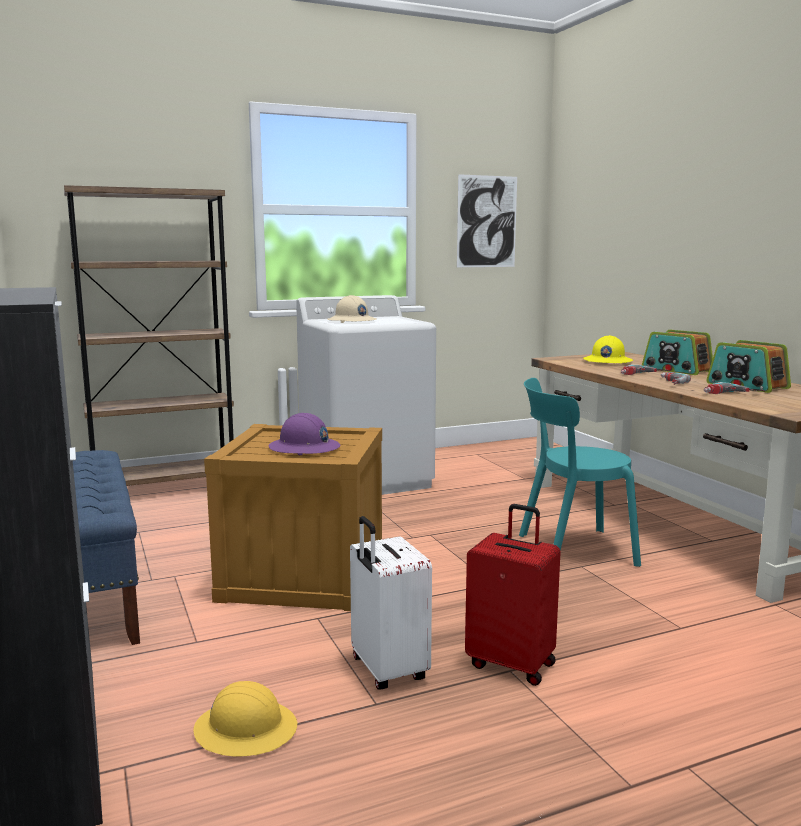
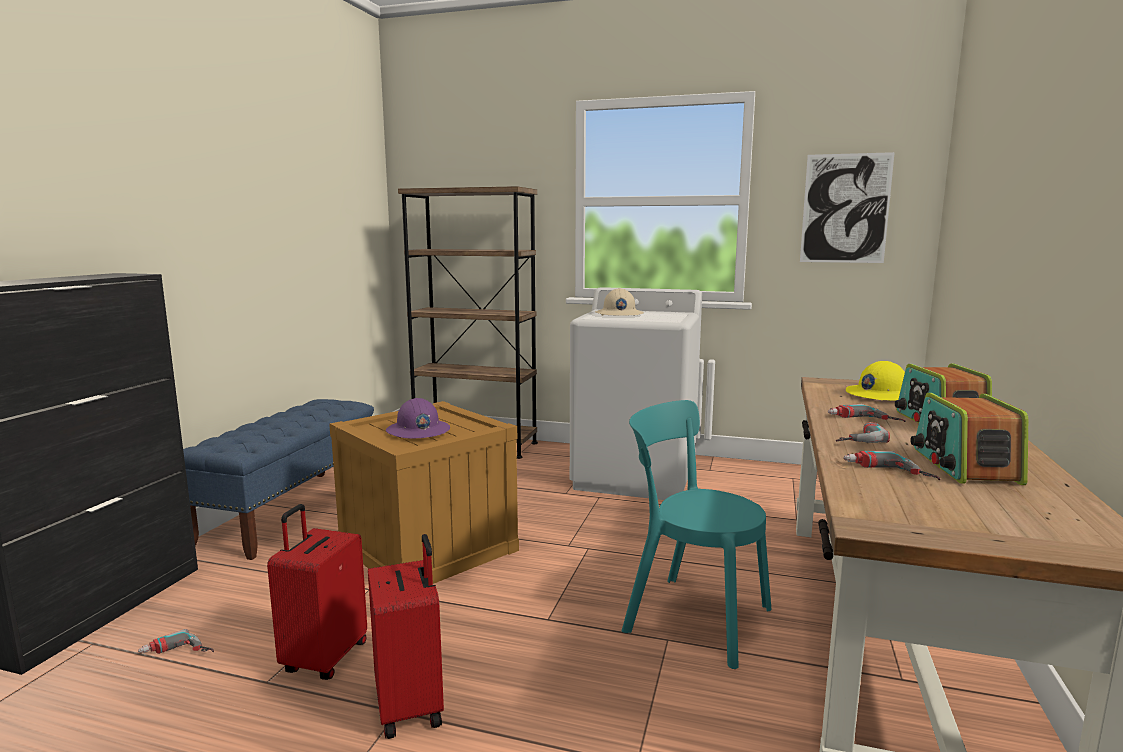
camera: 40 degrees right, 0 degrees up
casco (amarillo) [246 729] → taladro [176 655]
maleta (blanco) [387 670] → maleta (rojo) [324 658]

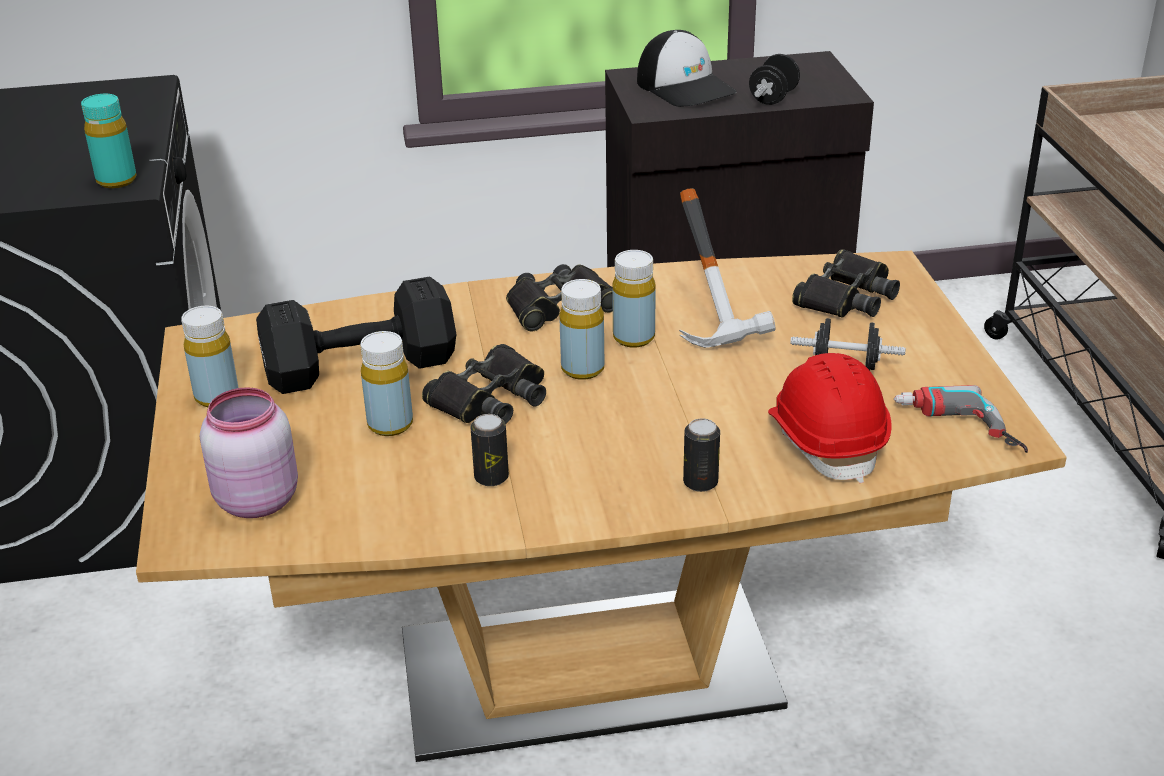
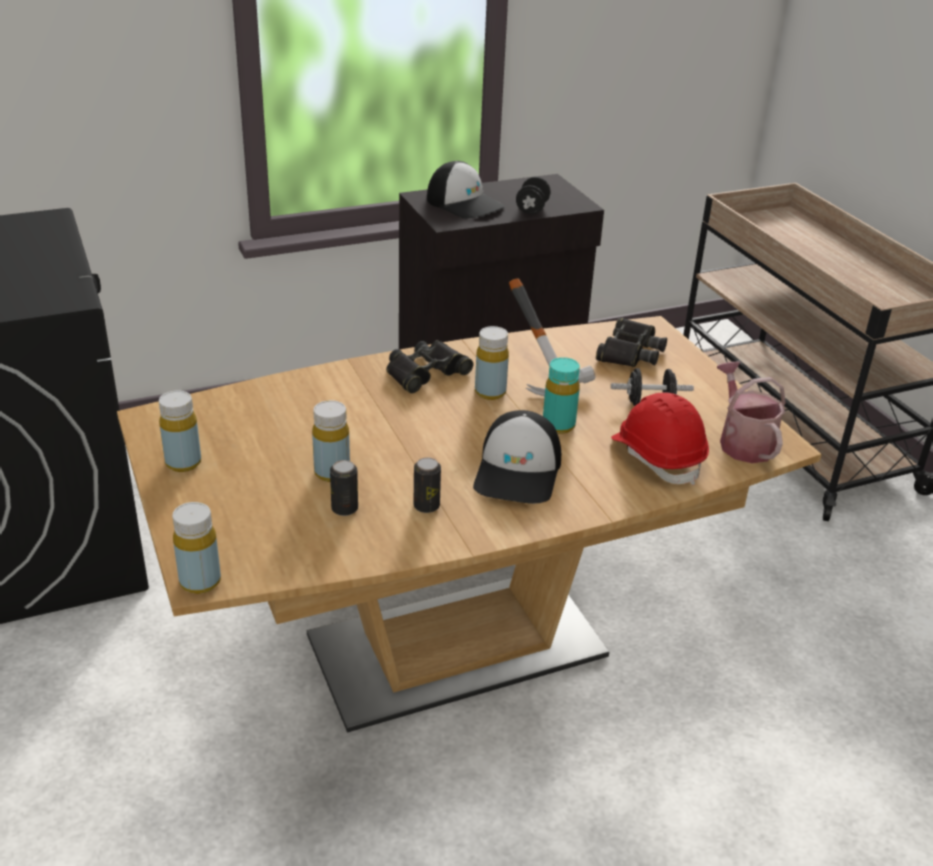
camera: 15 degrees left, 0 degrees up
botella (amarillo) [582 369] → botella (amarillo) [200 582], shifted
lata [700 482] → lata [344 509], shifted
- → gorra [518 472]
botella (turquesa) [116 180] → botella (turquesa) [558 425], shifted
taladro [957 430] → regadera [743 442]
tarro (rosa) [255 500] → -
mancuerna (negro) [356 367] → -
prismáticos (negro) [490 398] → -

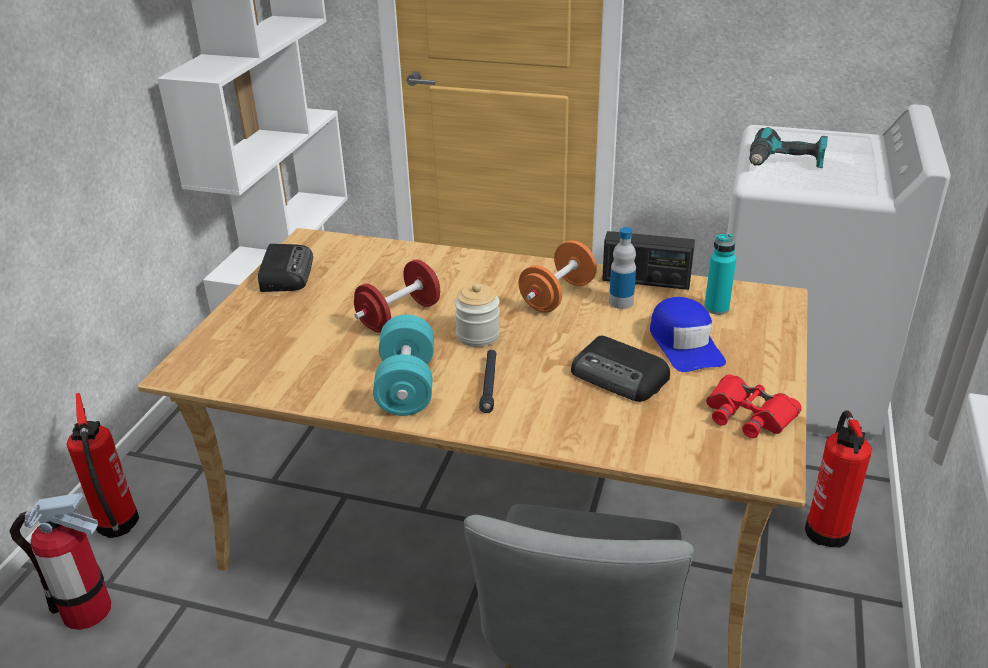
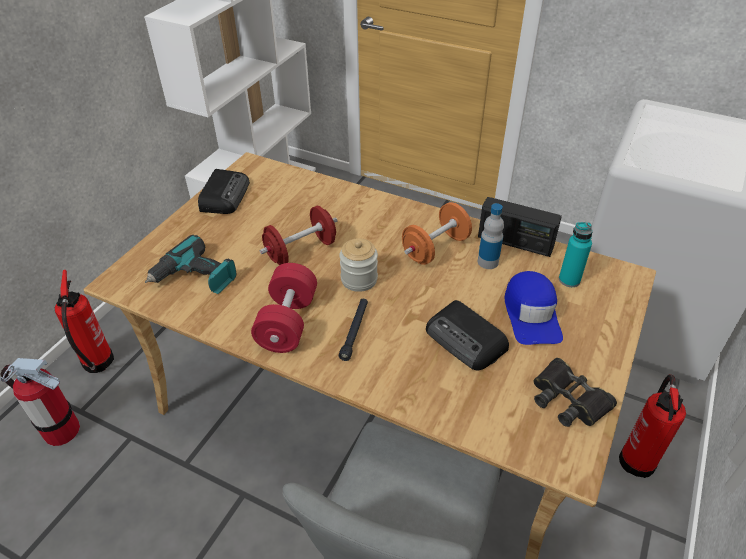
camera: 10 degrees right, 10 degrees up
taladro [785 163] → taladro [195 278], shifted
mancuerna (turquesa) [407 386] → mancuerna (rojo) [287 322]
prismáticos (rojo) [748 414] → prismáticos (negro) [568 399]

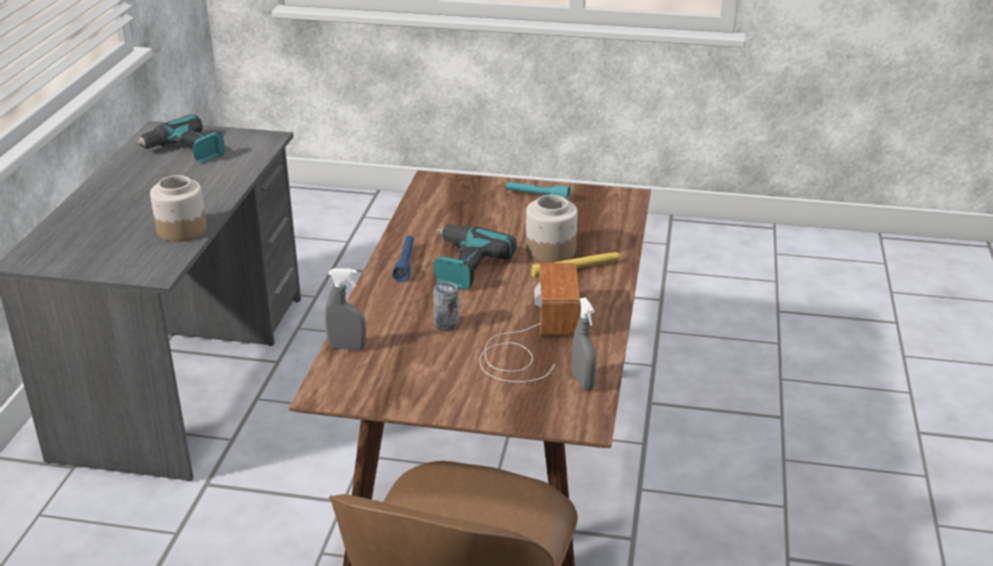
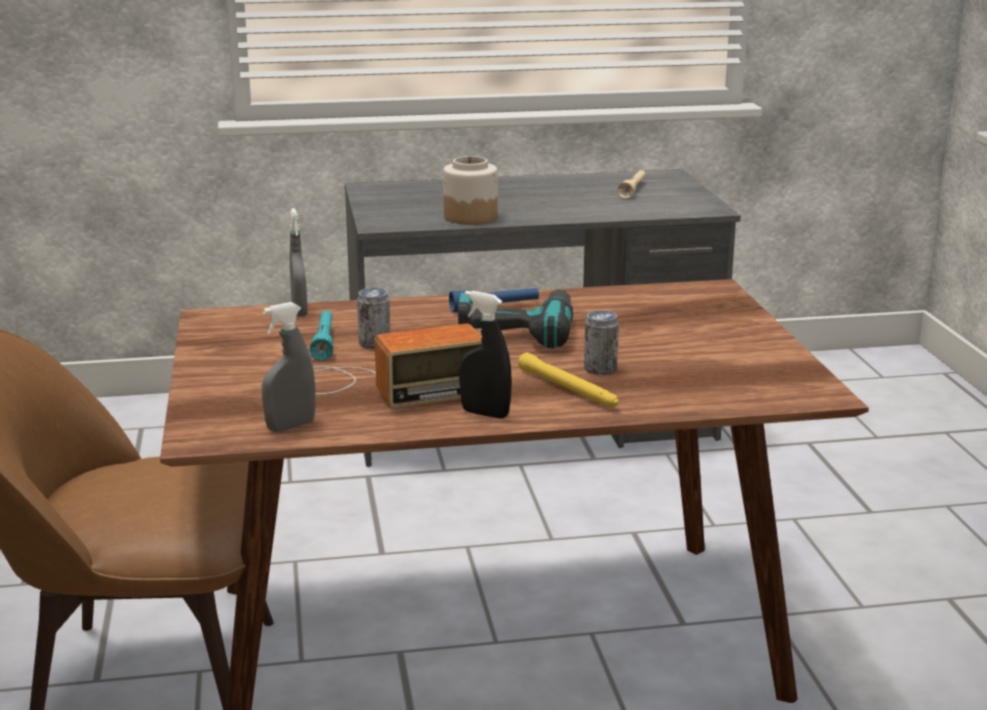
camera: 70 degrees right, 10 degrees down
linterna (turquesa) [537 196] → linterna (turquesa) [324 342], shifted
- → pulverizador (negro) [485 413]
tarro [550 251] → lata [600 369]
taladro [185 151] → linterna (beis) [633 190]

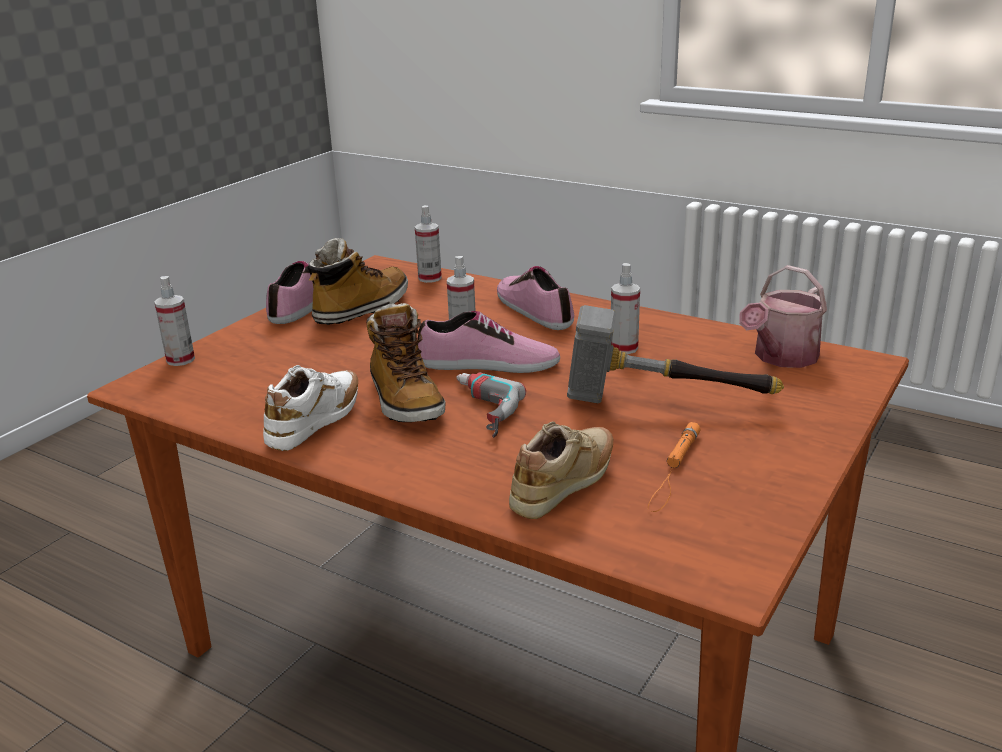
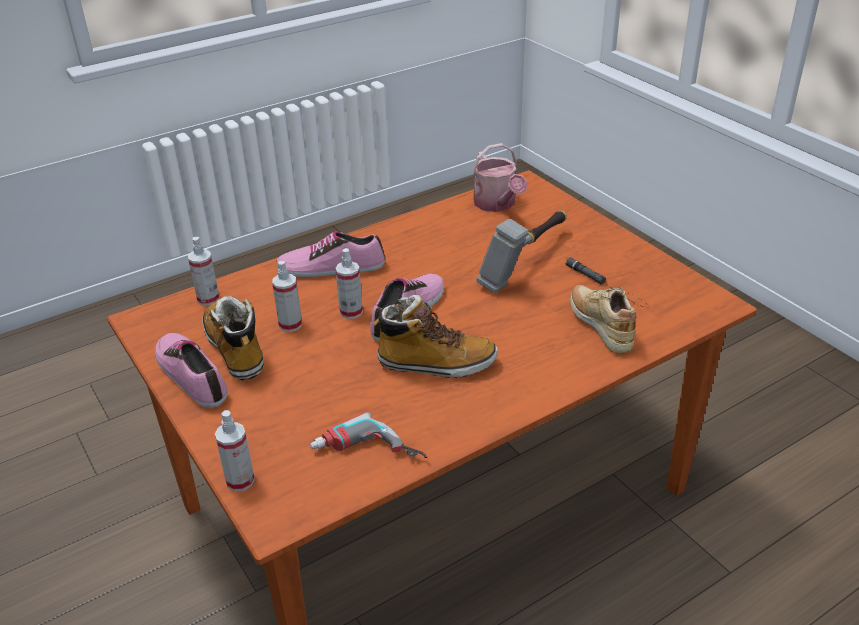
camera: 65 degrees left, 10 degrees up
pulverizador [624 348] → pulverizador [290 324], shifted
taladro [477 412] → taladro [367 455], shifted
linterna (naranja) [674 471] → linterna (negro) [605 285]
zapato (blanco) [317 423] → -

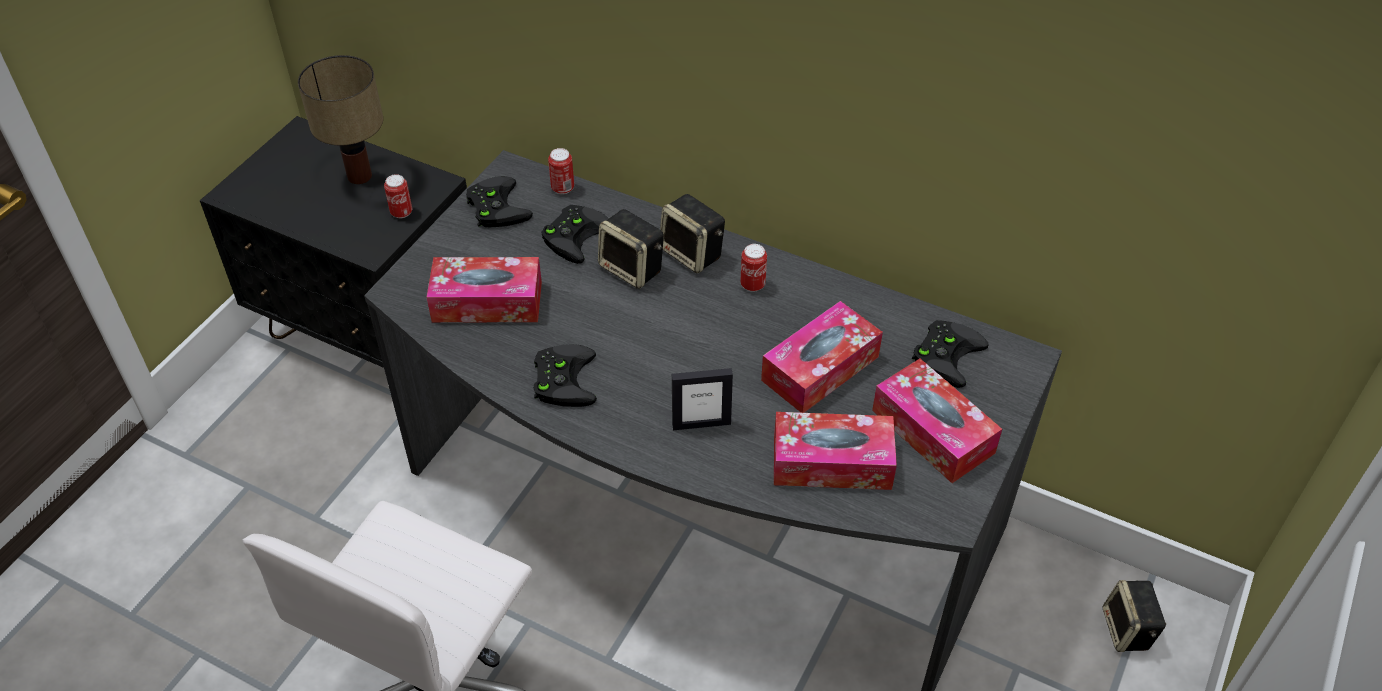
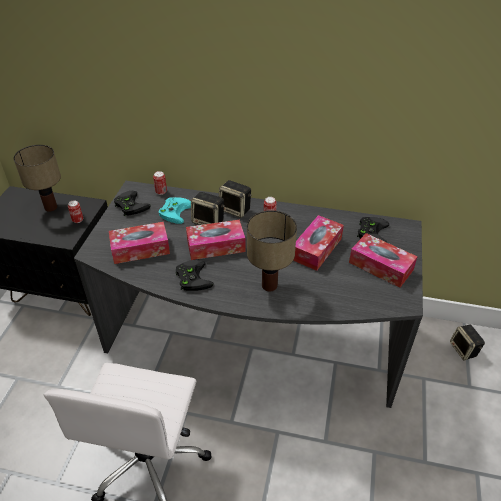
camera: 15 degrees left, 5 degrees down
mando de consola (negro) [575 234] → mando de consola (turquesa) [175 211]
caja de pañuelos [832 462] → caja de pañuelos [216 246], shifted
portarretratos [701 423] → lámpara de mesa [270 285]

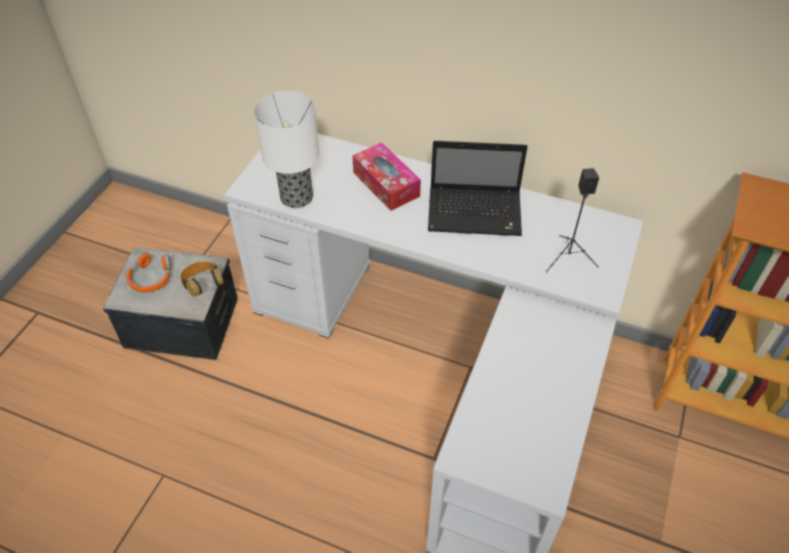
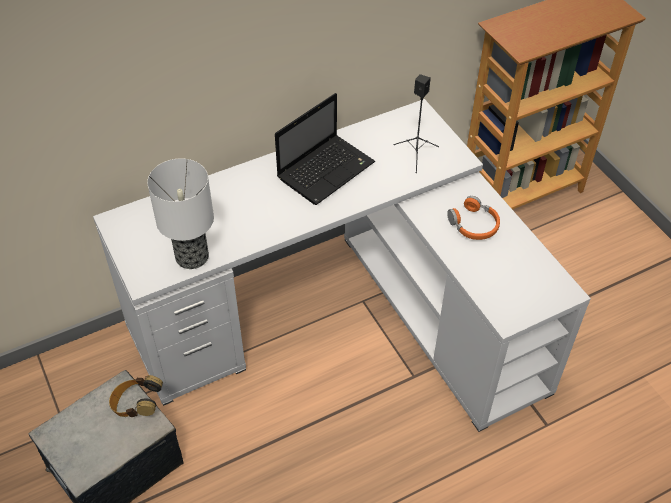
camera: 50 degrees left, 0 degrees up
auriculares (naranja) [151 277] → auriculares (naranja) [474 225], shifted
caja de pañuelos [386 184] → -

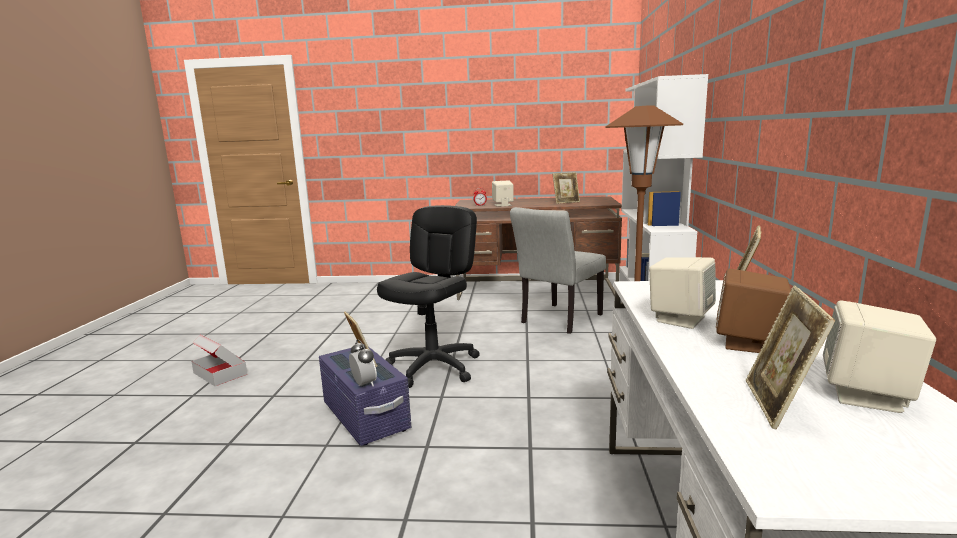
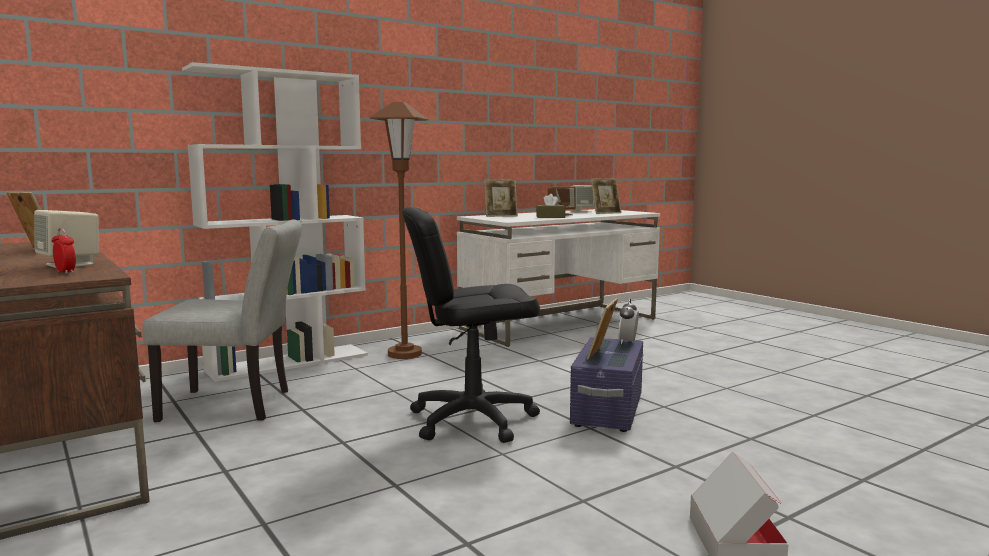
camera: 130 degrees left, 5 degrees down
altavoz (beis) [680 319] → caja de pañuelos (marrón) [550 217]

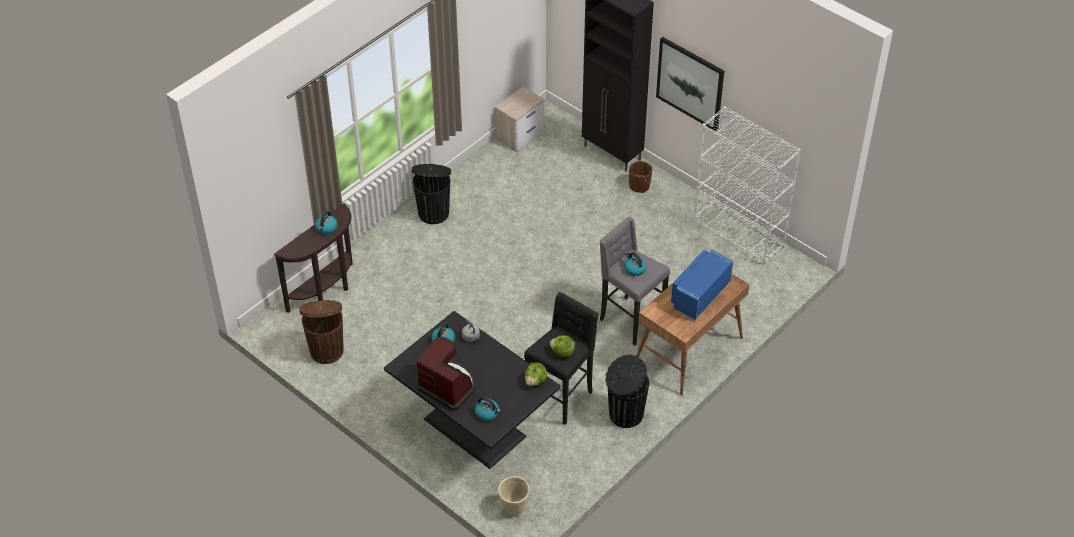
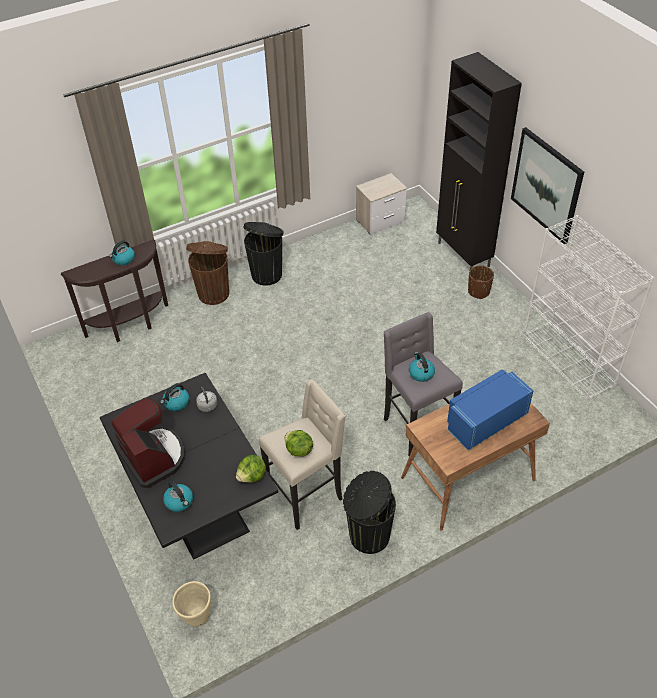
camera: 20 degrees right, 0 degrees up
papelera (marrón) [326 350] → papelera (marrón) [214 293], shifted
taburete (negro) [561 397] → taburete (beis) [307 495]

